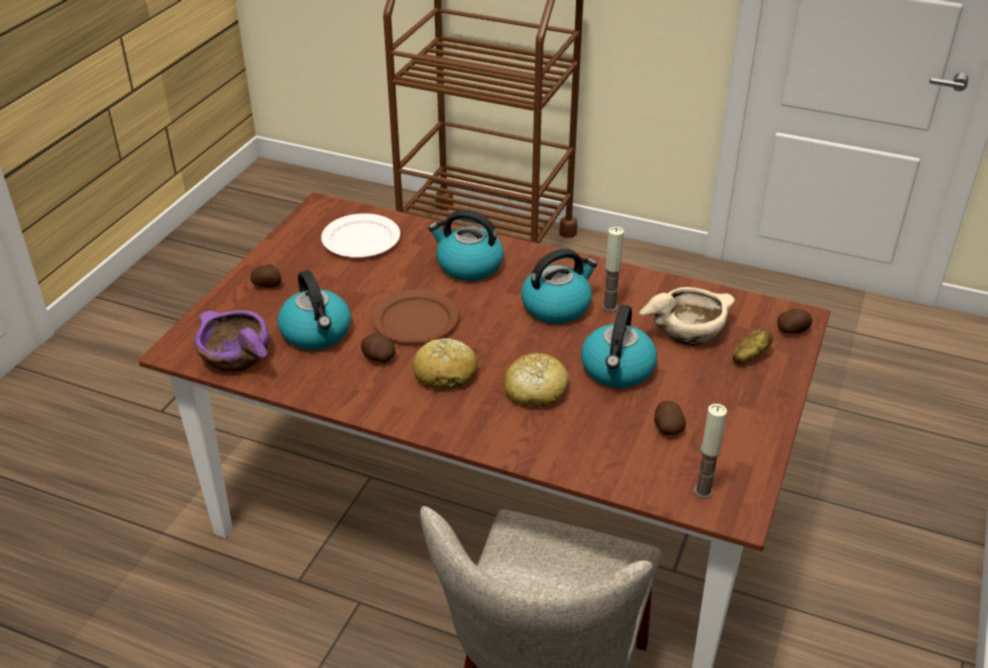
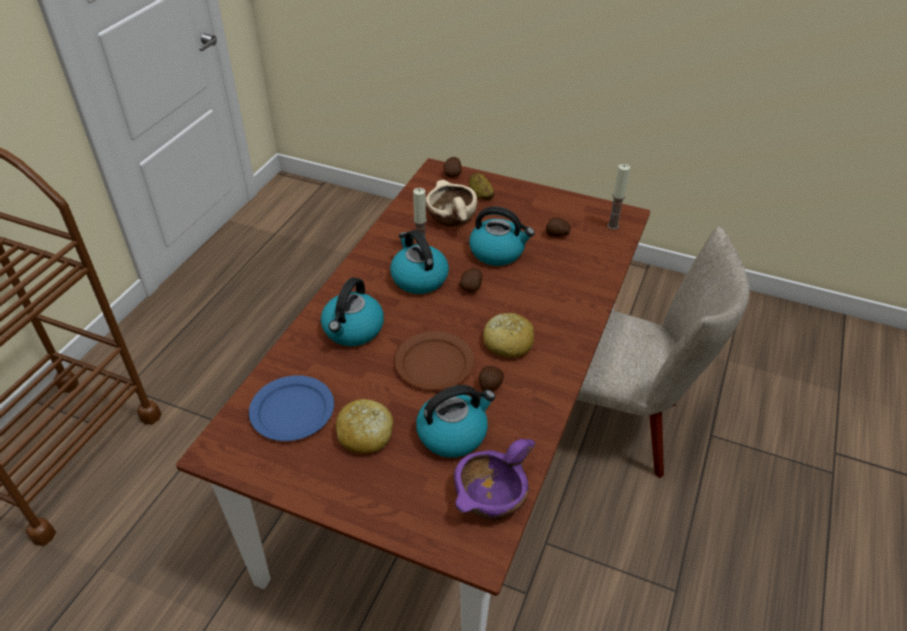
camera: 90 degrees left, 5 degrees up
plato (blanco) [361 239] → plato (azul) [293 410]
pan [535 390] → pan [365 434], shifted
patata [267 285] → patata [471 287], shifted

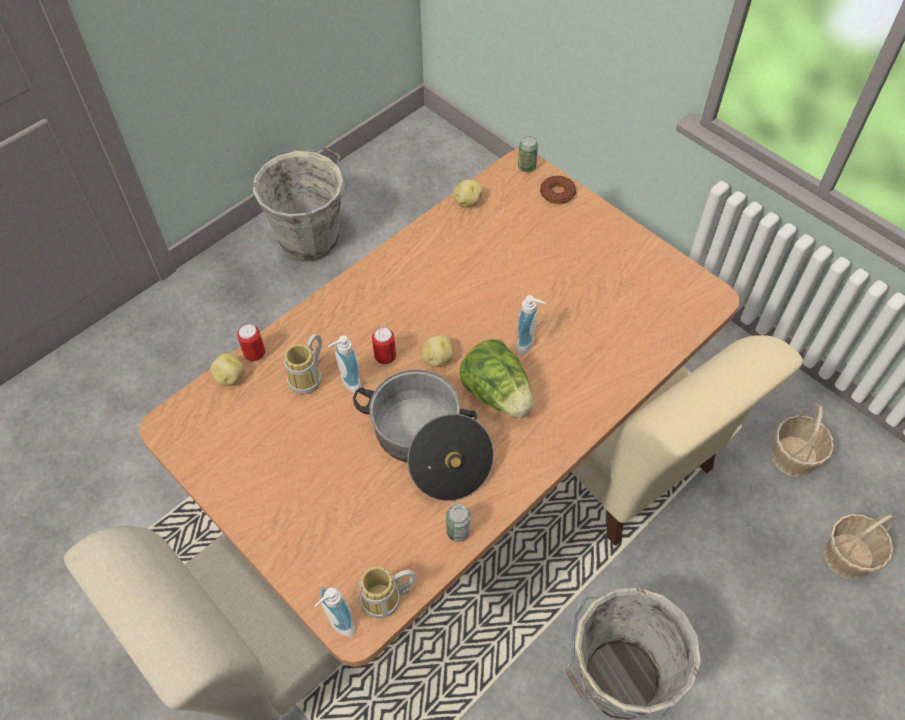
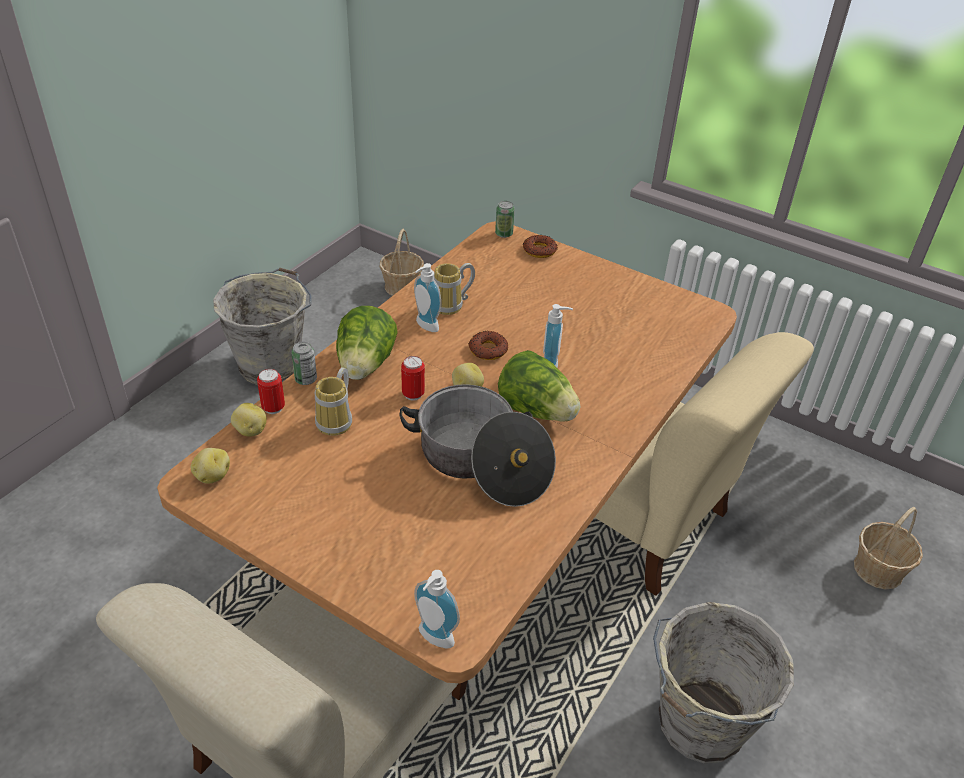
camera: 15 degrees left, 15 degrees down
patata [467 201] → patata [212 476], shifted
lata [458 531] → lata [306 379], shifted
- → lechuga [365 365]
cesta [794 456] → cesta [402 286], shifted
dispensador de jabón [347 384] → dispensador de jabón [424 326], shifted
taza grande [387 600] → taza grande [452 306], shifted
- → rosquilla [488 350]

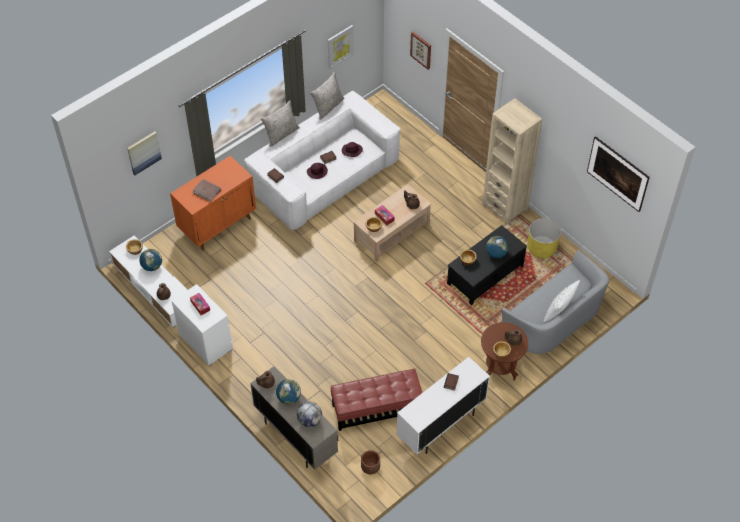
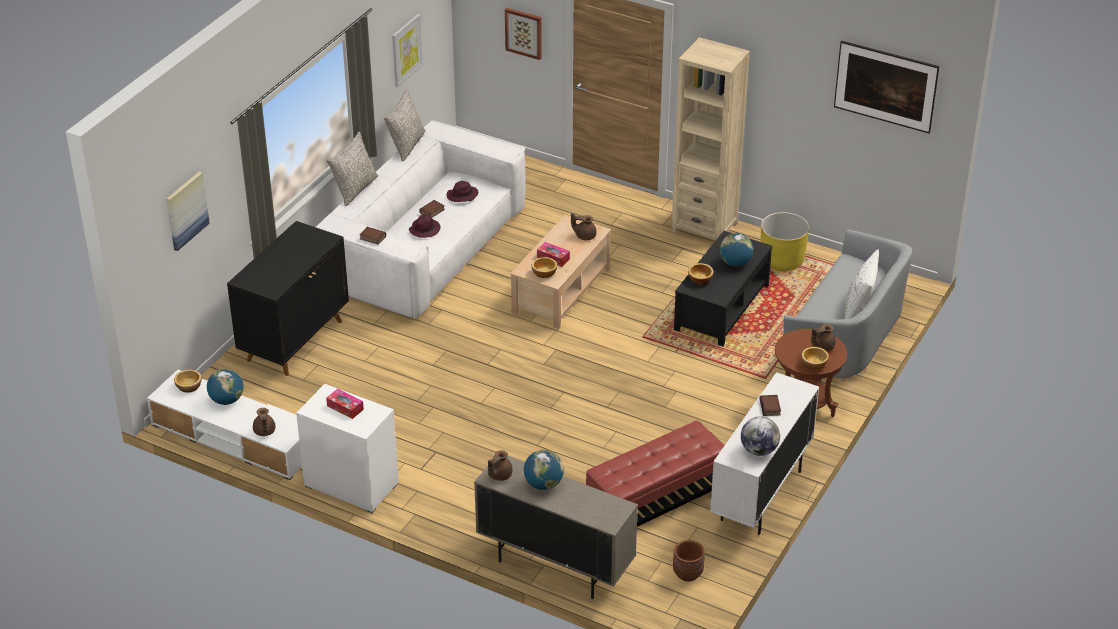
camera: 20 degrees left, 15 degrees down
armario (naranja) [218 225] → armario (negro) [295 340]
globo terráqueo [310 420] → globo terráqueo [759 450], shifted
libro (marrón) [207 191] → -

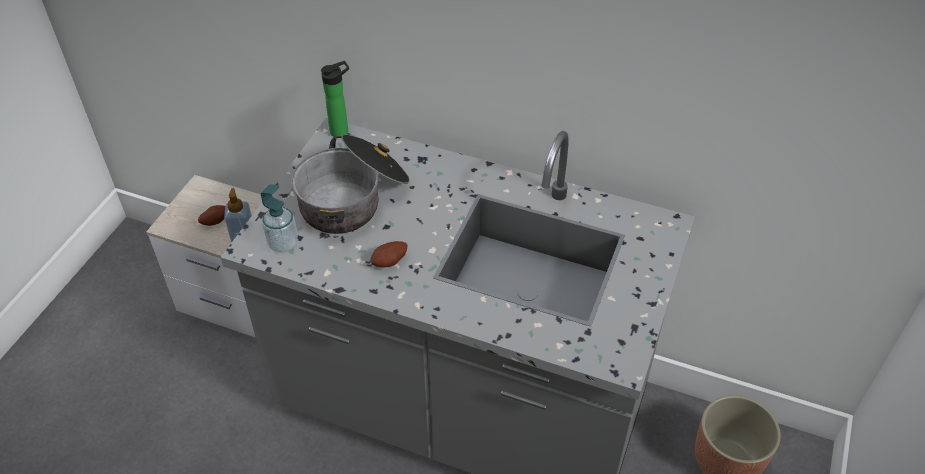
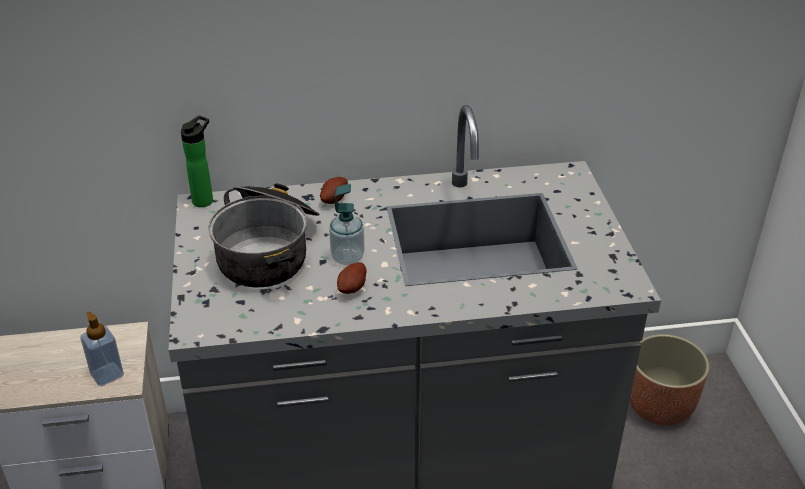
camera: 30 degrees left, 10 degrees down
patata [215 221] → patata [333 199], shifted
dispensador de jabón [283 244] → dispensador de jabón [347 257], shifted

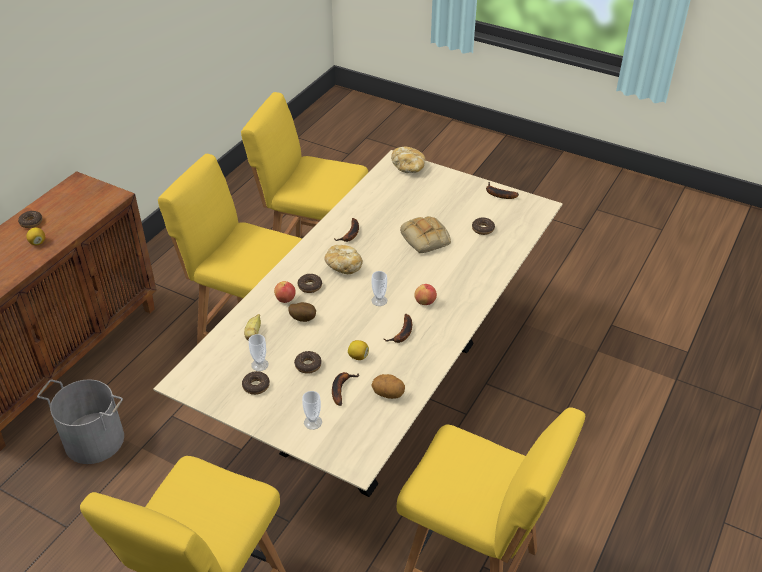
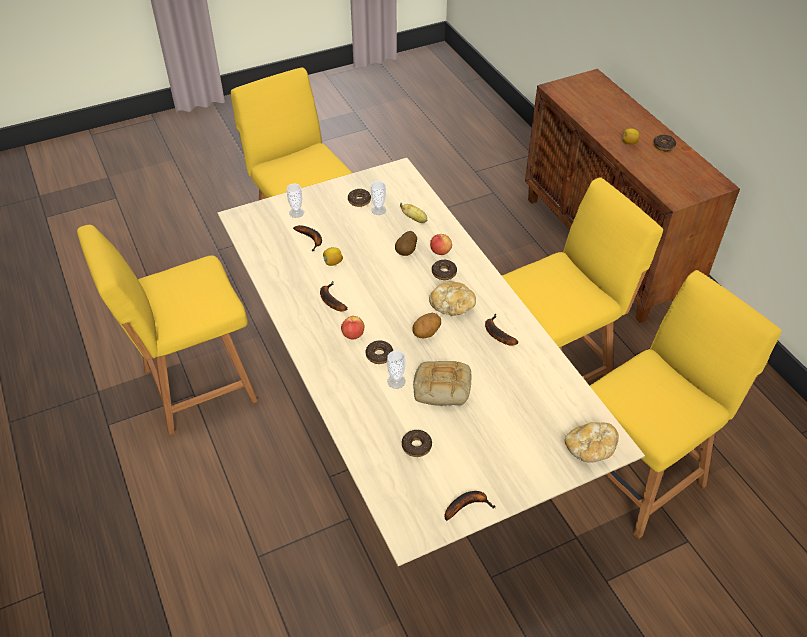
camera: 125 degrees right, 5 degrees up
rosquilla [308 365] → rosquilla [379 355], shifted
taza [379 300] → taza [396 381], shifted
patata [388 394] → patata [427 333], shifted
cubo (gris) [95 439] → -

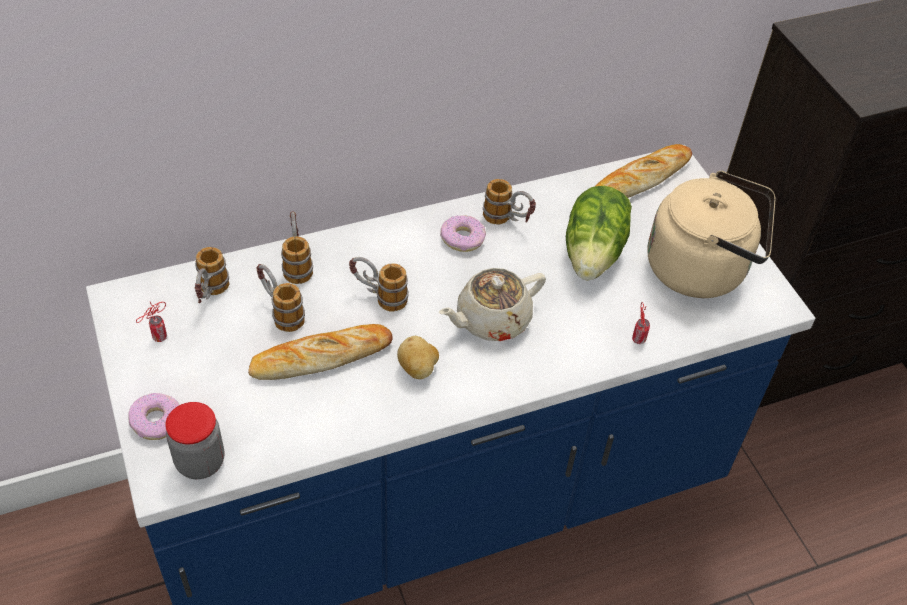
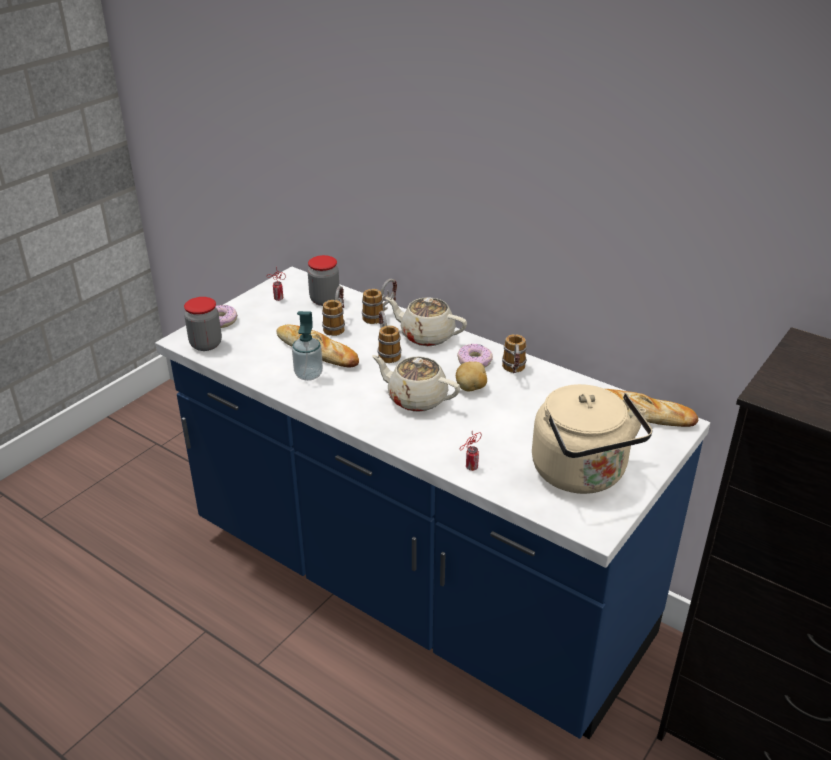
camera: 60 degrees right, 15 degrees down
- → dispensador de jabón [308 374]
taza grande [210 295] → tarro [324 300]
- → tetera (beis) [426 336]
patata [418 369] → patata [471 388], shifted
lechuga [594 253] → -

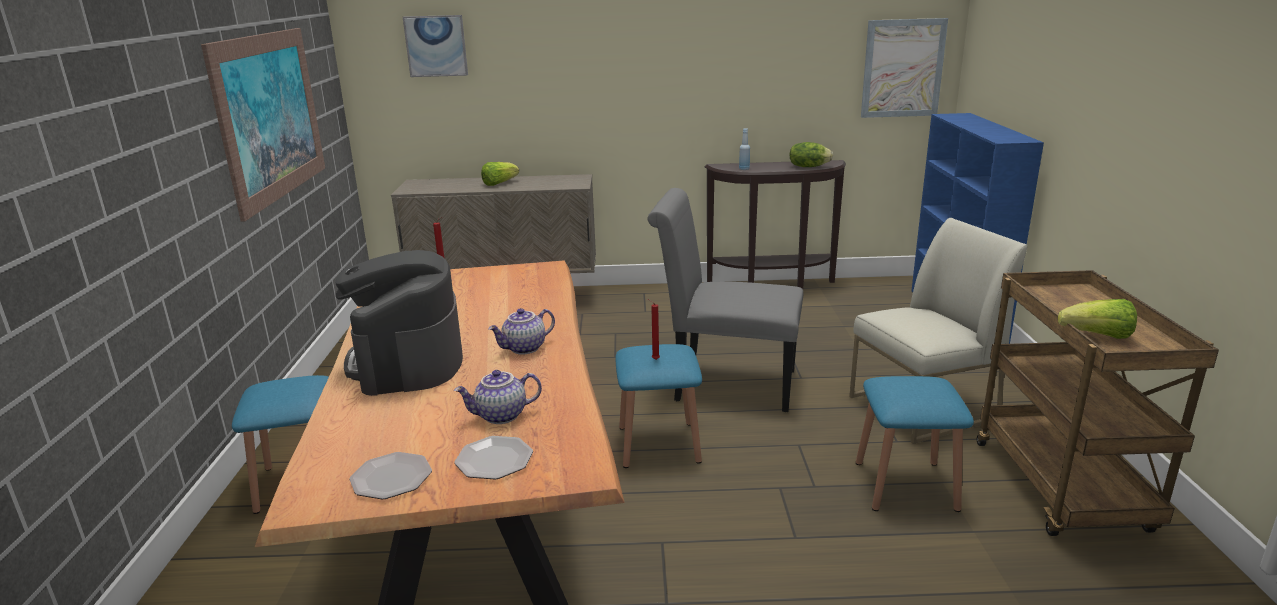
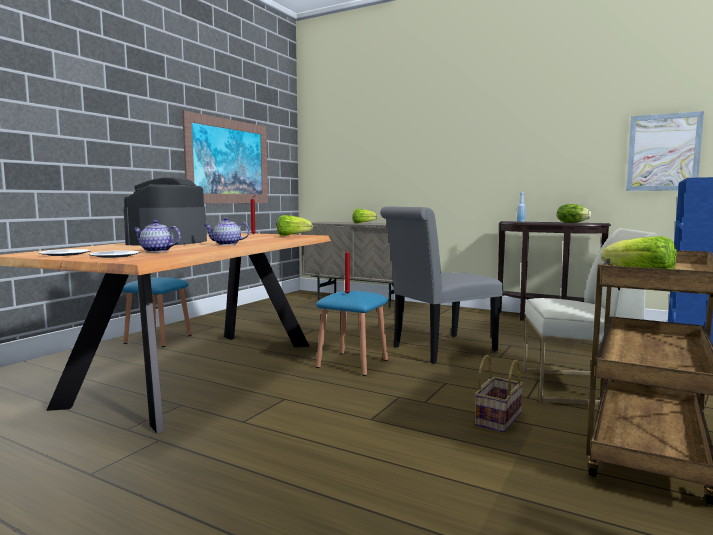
camera: 30 degrees right, 15 degrees down
- → lechuga [292 235]
silla (gris) [725 384] → silla (gris) [438 350], 75 degrees counterclockwise
taburete (azul) [905 485] → cesta [497 418]
cuadro [436 46] → -

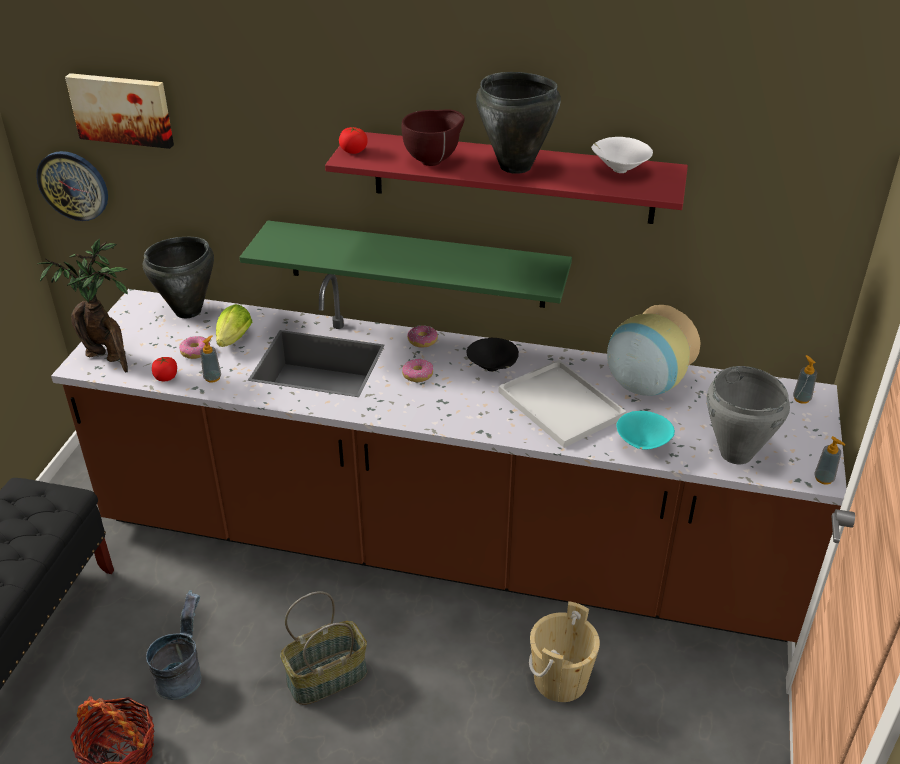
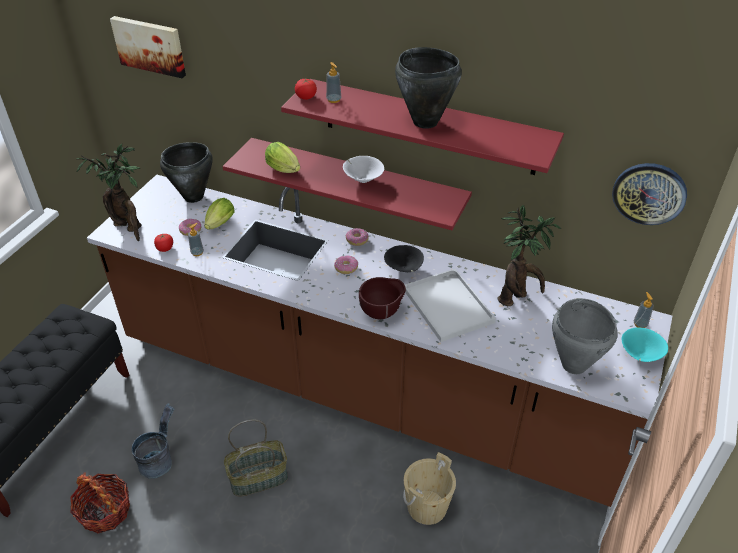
camera: 10 degrees right, 5 degrees up
estante (verde) [416 264] → estante (rojo) [356 182]
- → lechuga [285 170]
dispensador de jabón [824 479] → dispensador de jabón [334 100], shifted
cuenco (blanco) [618 170] → cuenco (blanco) [362 180], shifted
cuenco (marrón) [434 161] → cuenco (marrón) [382 313], shifted
florero [644 385] → planta en maceta [516 297]
reloj de pared [73 185] → reloj de pared [649 193], shifted
cuenco (turquesa) [642 446] → cuenco (turquesa) [639 355], shifted

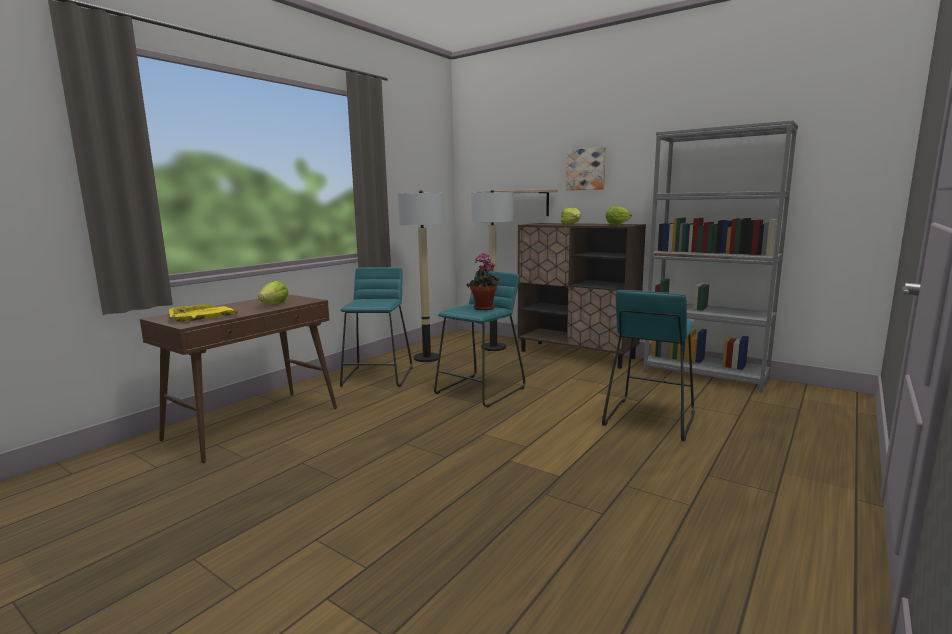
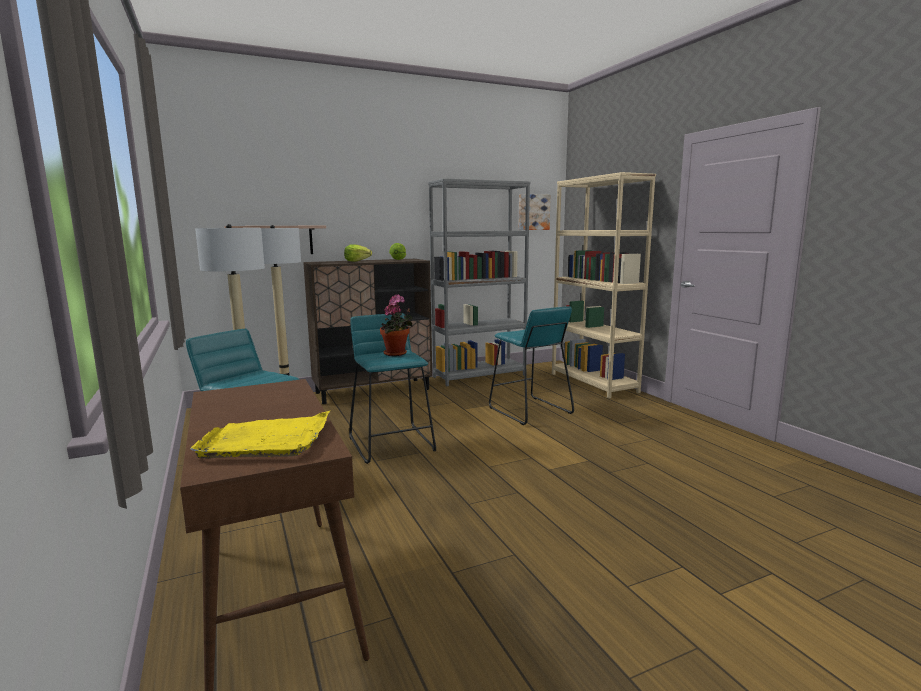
camera: 60 degrees left, 0 degrees up
cuadro [586 169] → cuadro [533 212], shifted
- → estantería (beis) [593 383]
lechuga [274 304] → -

